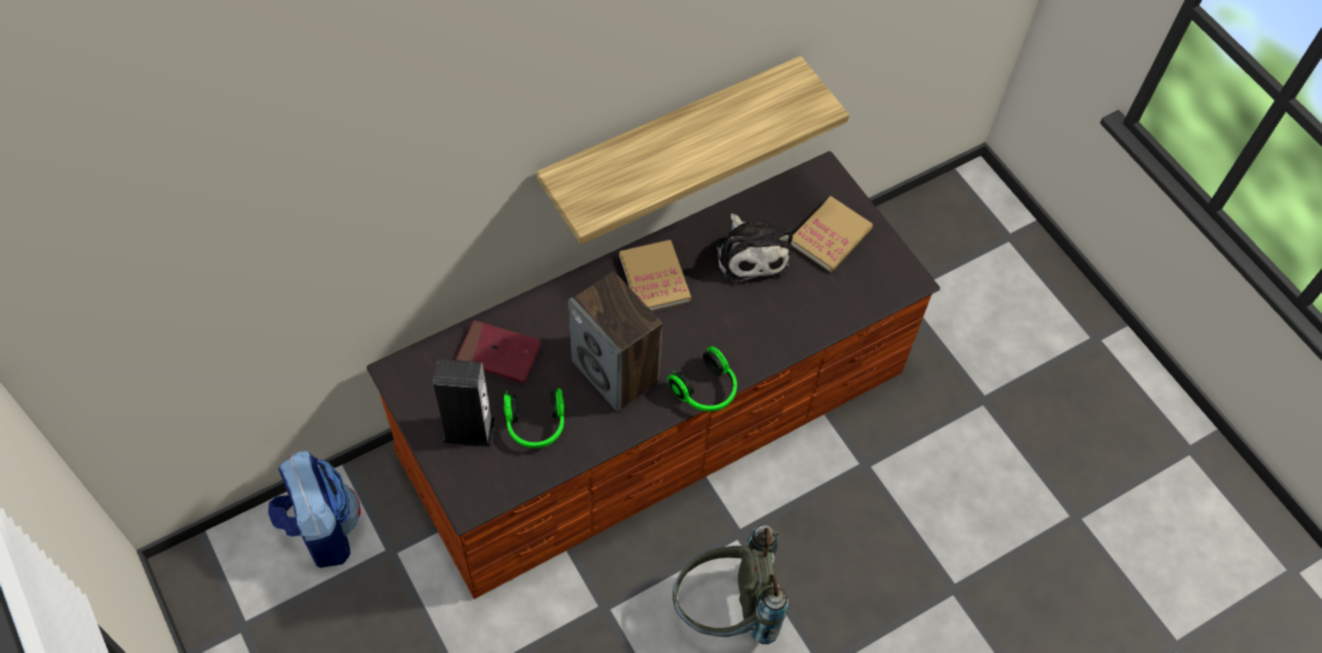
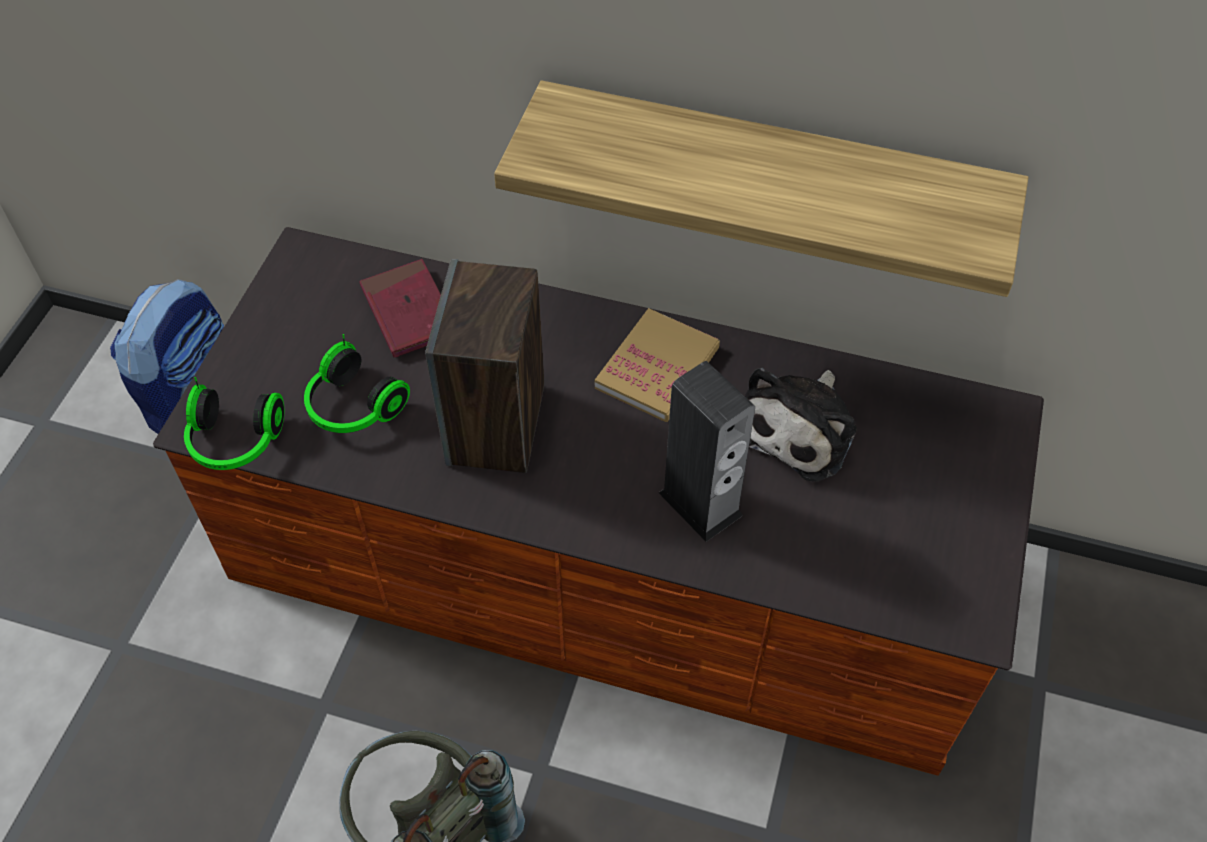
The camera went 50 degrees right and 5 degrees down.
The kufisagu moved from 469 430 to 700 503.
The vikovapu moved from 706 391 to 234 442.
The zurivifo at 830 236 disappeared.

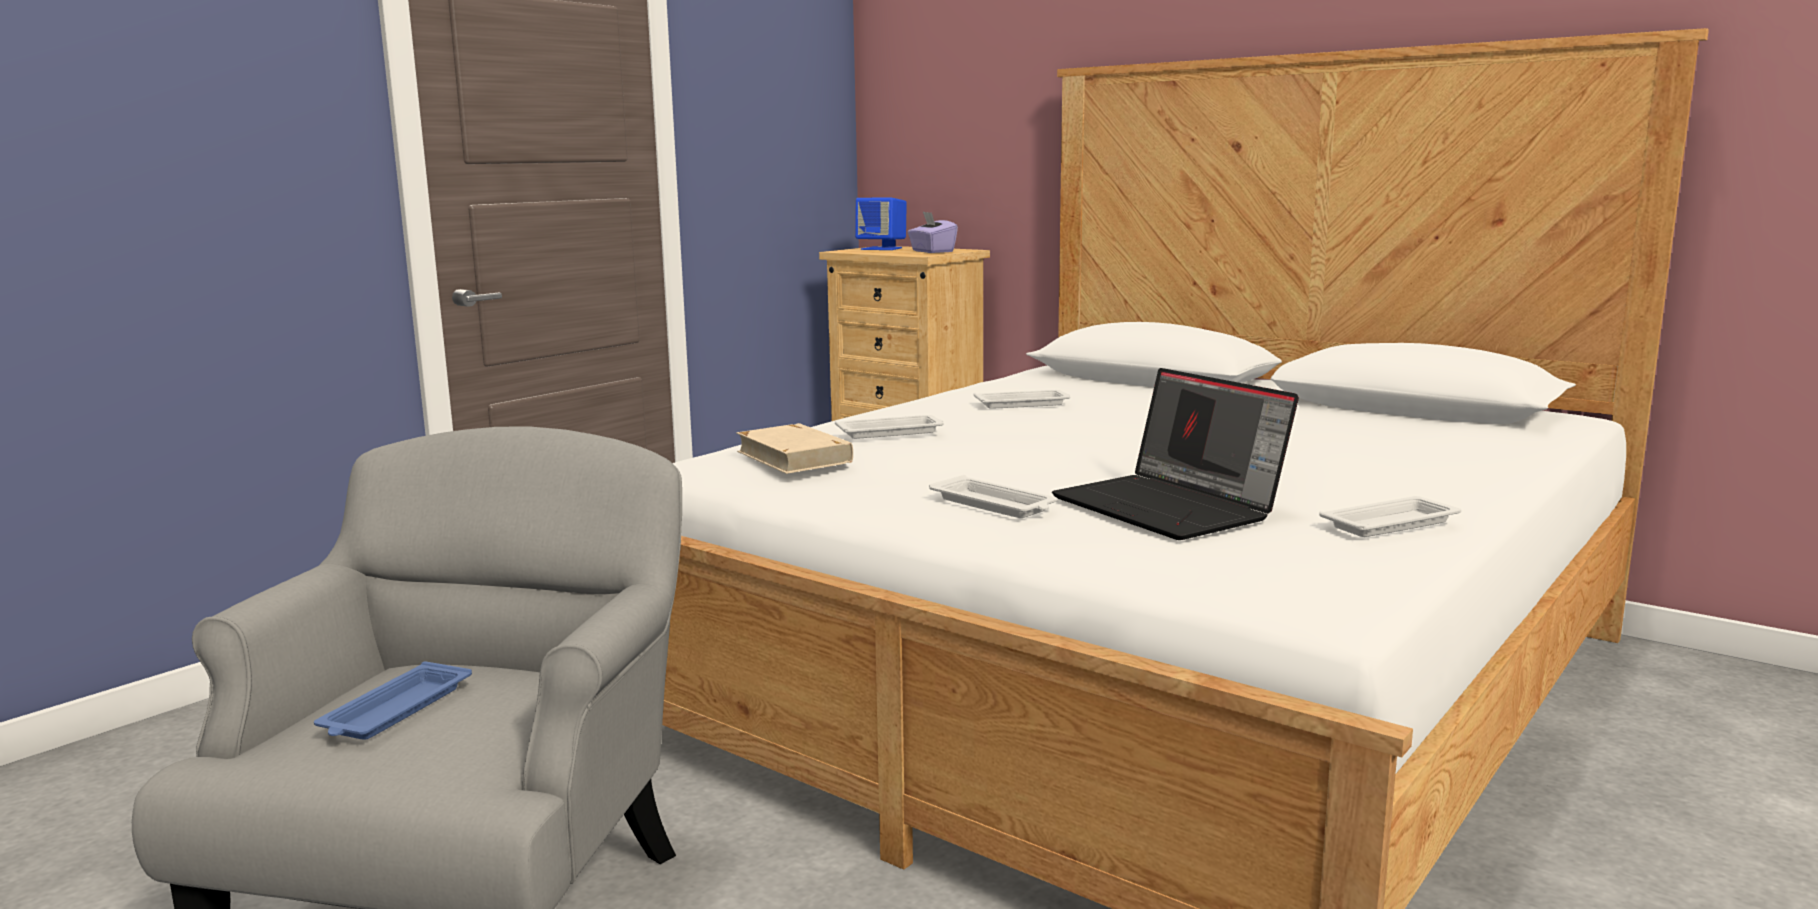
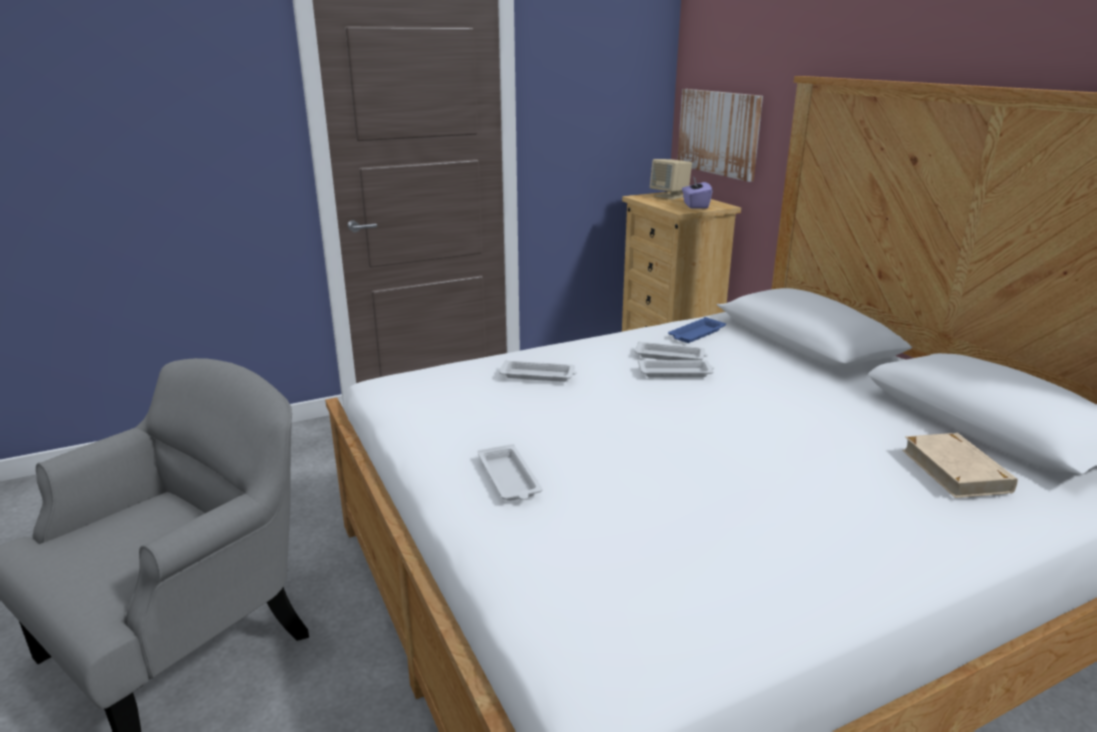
The camera went 25 degrees right and 10 degrees up.
The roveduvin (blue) moved from 395 711 to 696 334.
The zurivifo (beige) moved from 794 457 to 955 470.
The kufisagu (blue) at 882 248 became the kufisagu (beige) at 670 196.
The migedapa at 1172 507 disappeared.
The roveduvin (white) moved from 1392 524 to 676 372.
The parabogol at 719 133 appeared.

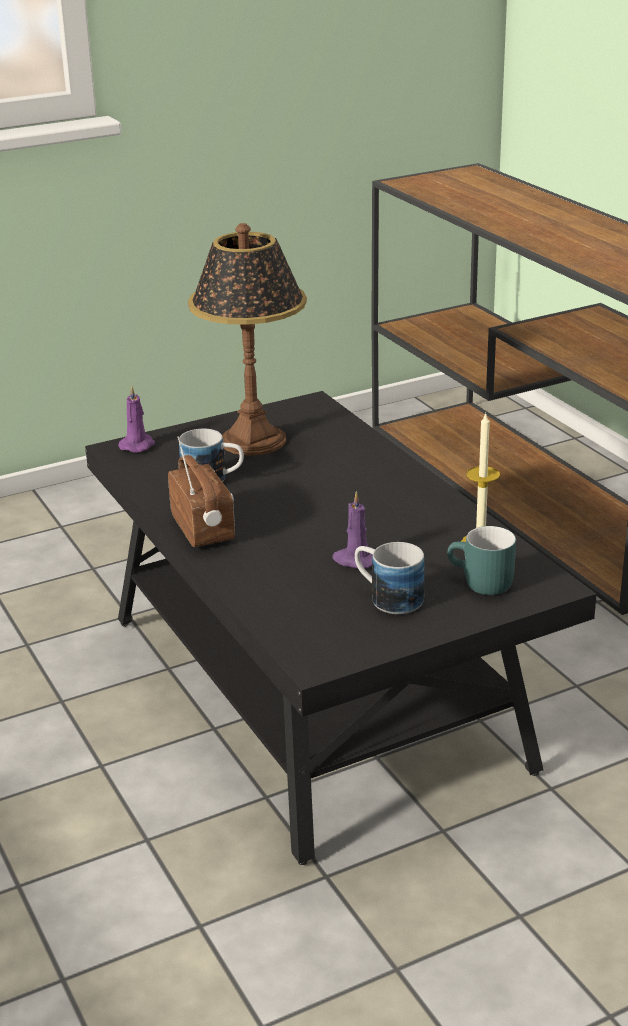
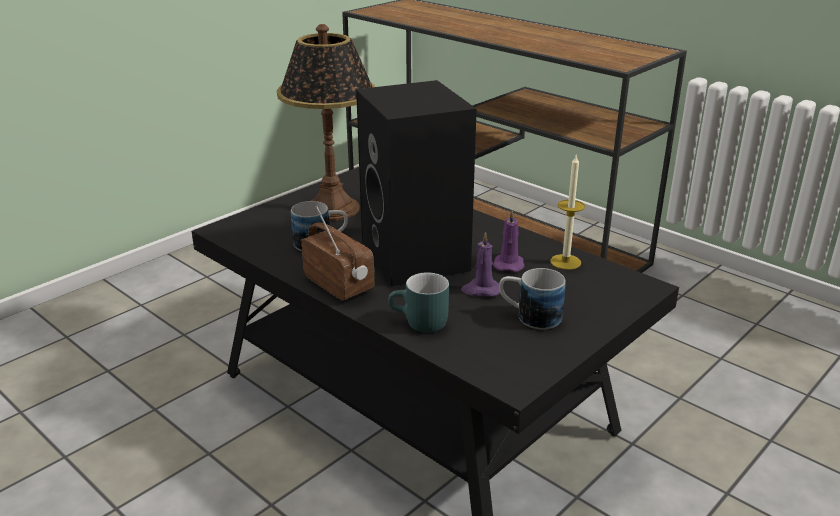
The camera went 20 degrees left and 0 degrees up.
The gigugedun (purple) moved from 138 445 to 508 264.
The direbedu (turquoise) moved from 480 584 to 419 324.
The kufisagu (black) at 418 258 appeared.

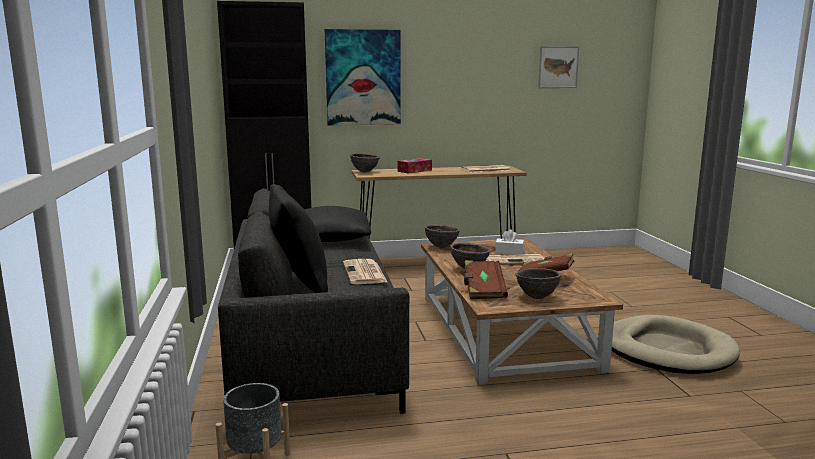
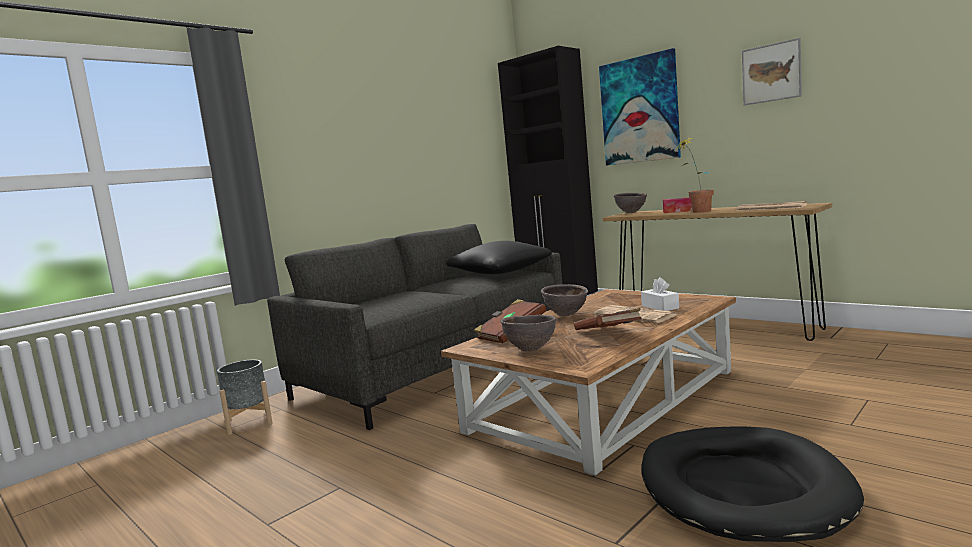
The camera went 55 degrees right and 5 degrees down.
The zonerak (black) at 299 285 disappeared.
The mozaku at 365 273 disappeared.
The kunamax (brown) at 441 247 disappeared.
The parabogol moved from 558 67 to 771 72.
The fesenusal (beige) at 666 350 became the fesenusal (black) at 742 488.
The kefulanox at 697 212 appeared.

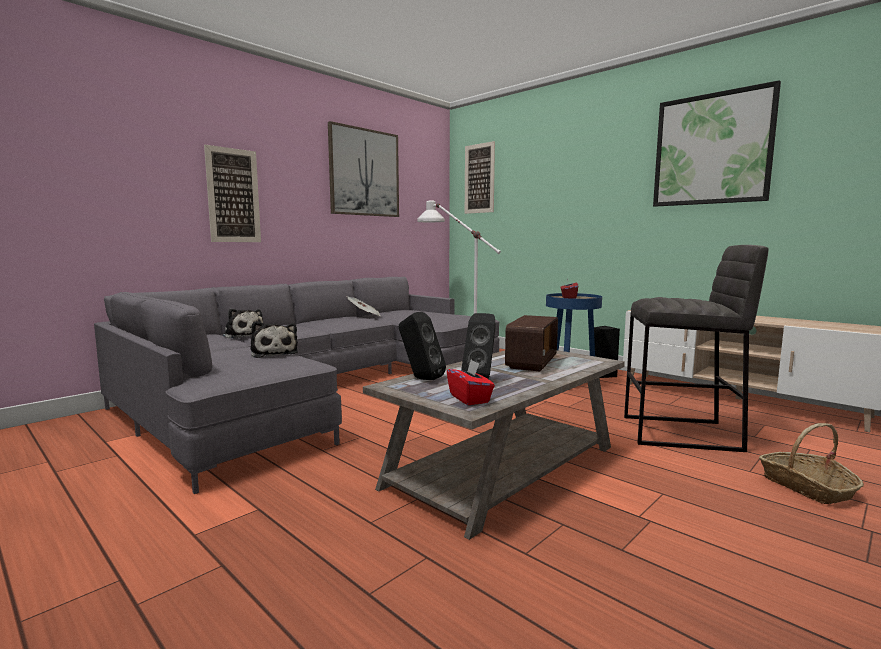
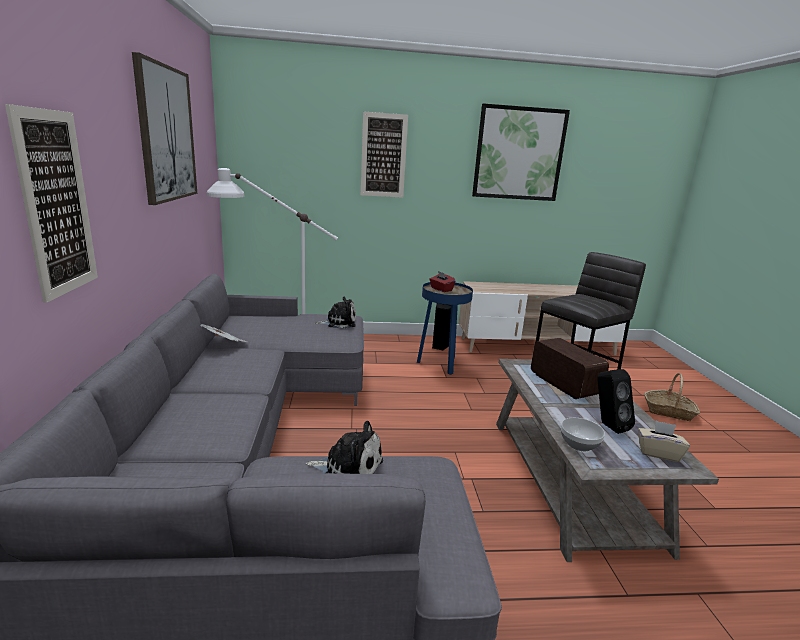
The camera went 50 degrees left and 10 degrees up.
The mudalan moved from 242 335 to 339 322.
The kufisagu (black) at 420 379 was replaced by the kunamax at 578 444.
The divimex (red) at 470 398 became the divimex (beige) at 658 453.
The parabogol moved from 479 178 to 383 155.

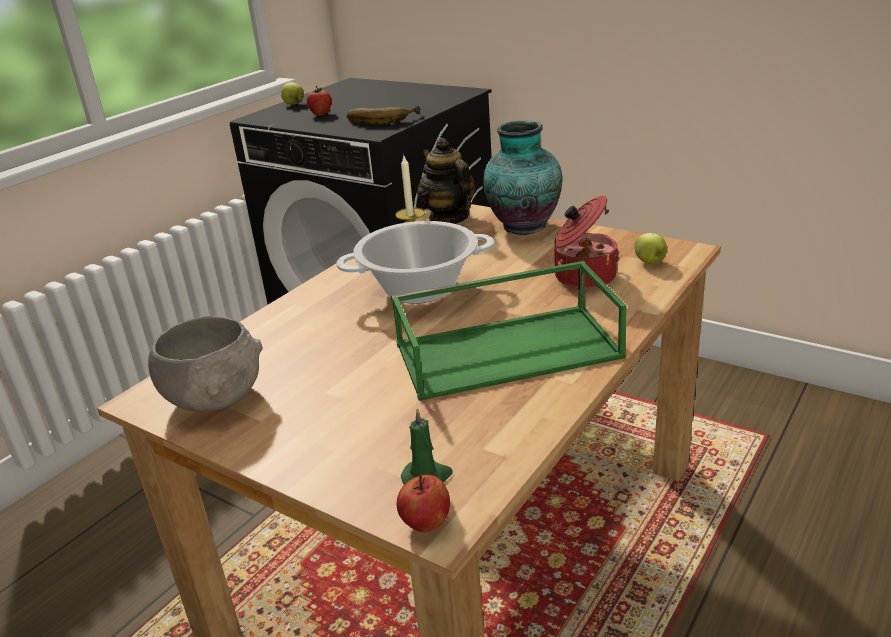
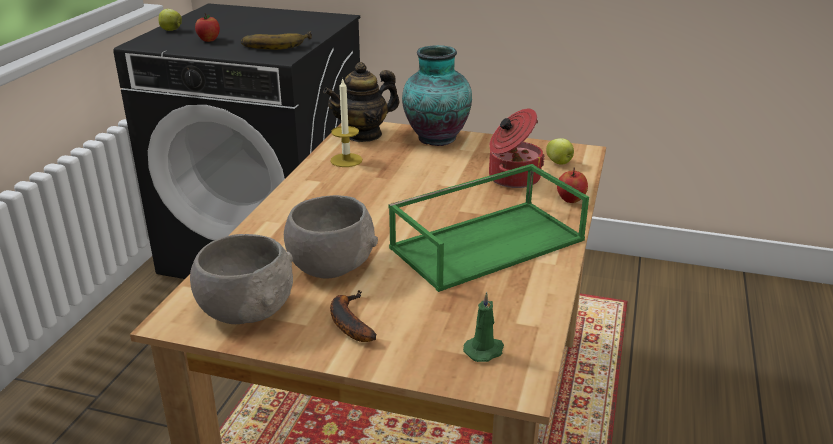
The camera went 20 degrees left and 0 degrees up.
The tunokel at 420 289 disappeared.
The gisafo moved from 425 523 to 570 200.
The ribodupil at 448 218 turned 75 degrees counterclockwise.
The kunamax (grey) at 331 265 appeared.
The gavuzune at 348 321 appeared.

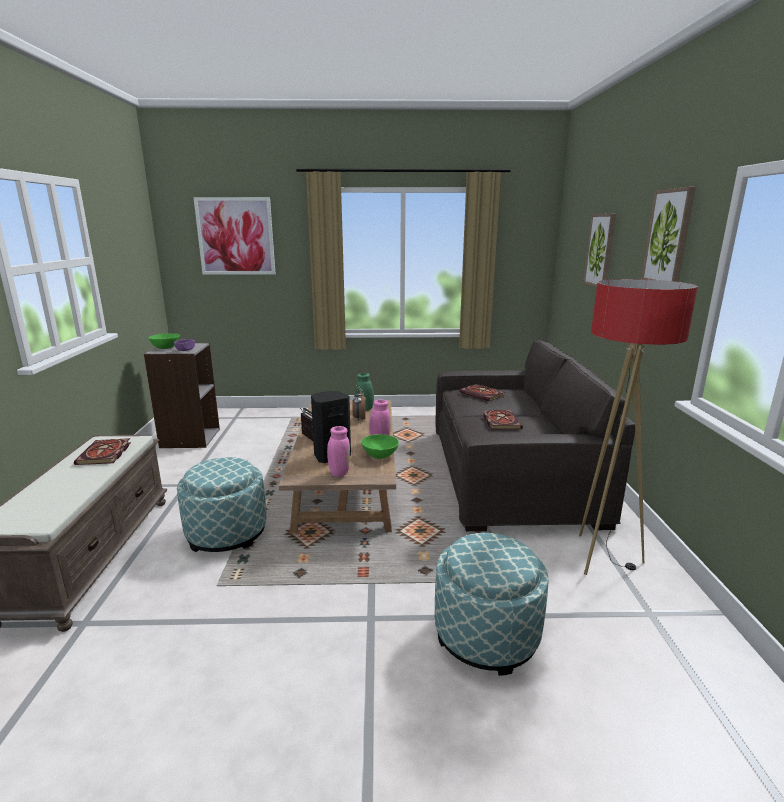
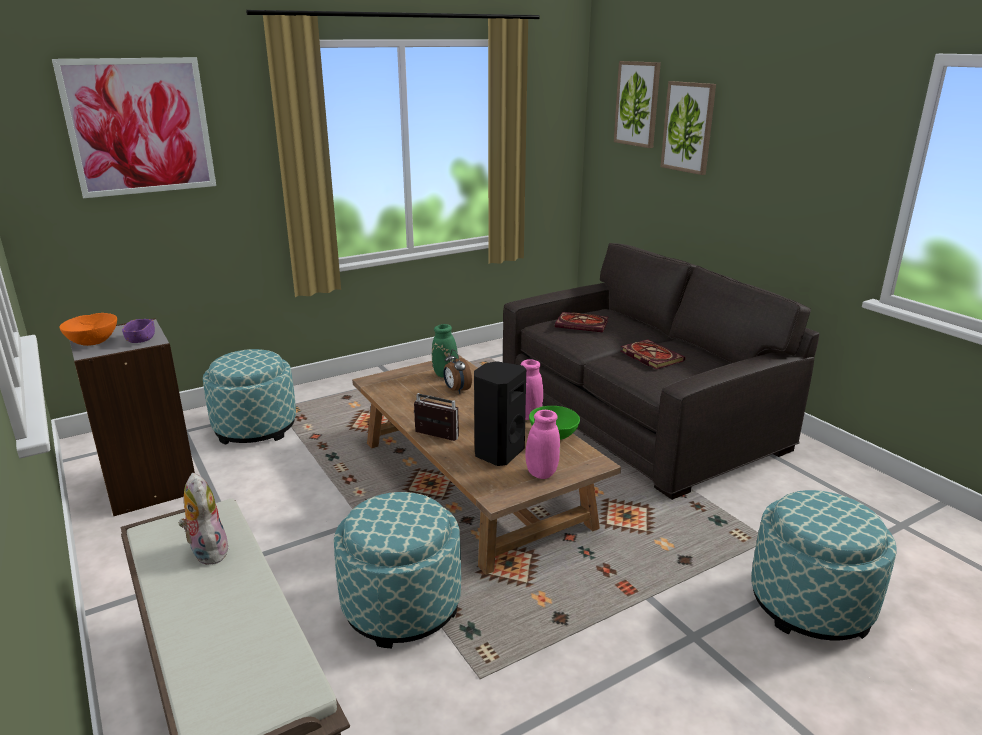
The camera went 30 degrees left and 5 degrees up.
The zurivifo at 105 454 was replaced by the mudalan at 206 551.
The kunamax (green) at 165 347 became the kunamax (orange) at 93 341.
The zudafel at 603 557 disappeared.
The parabogol moved from 668 237 to 637 104.
The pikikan at 255 427 appeared.

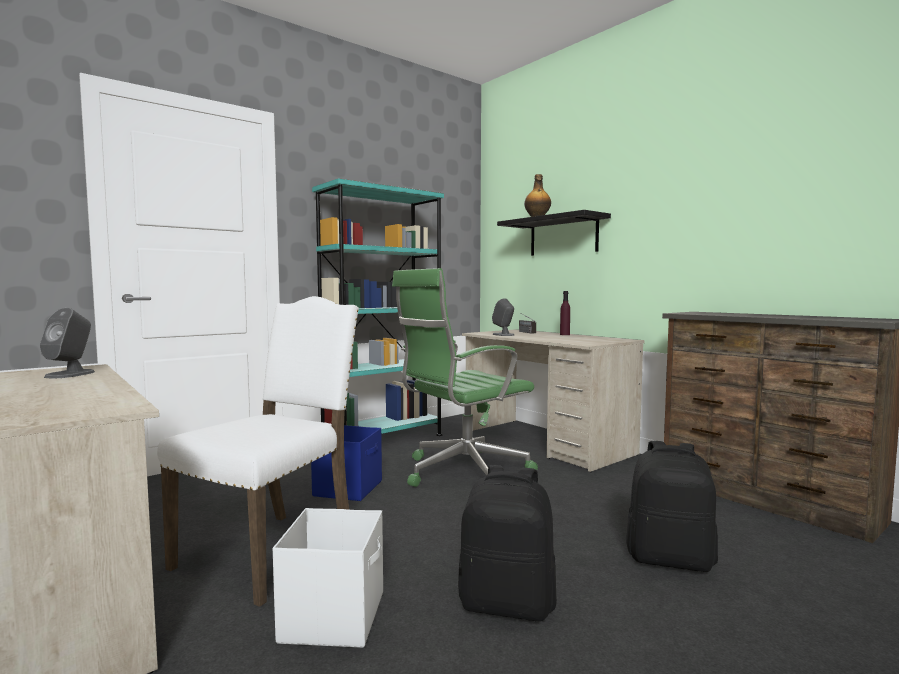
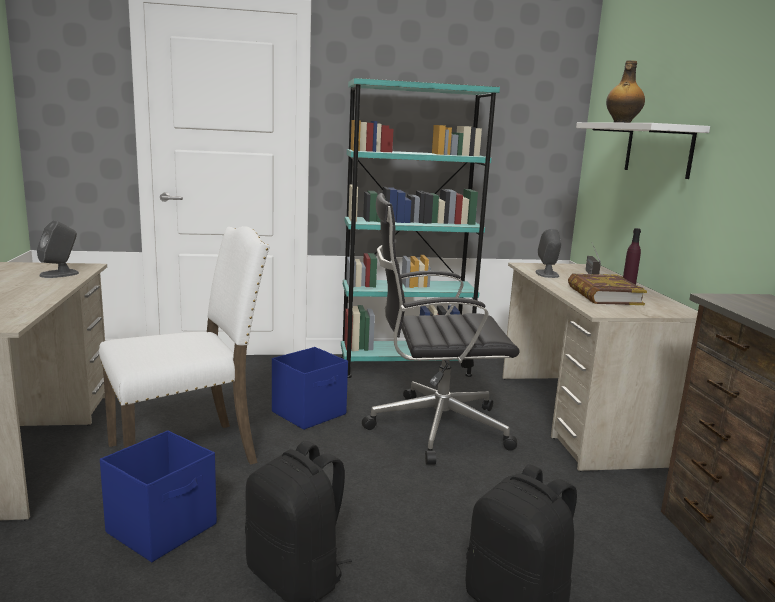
The camera went 30 degrees right and 10 degrees up.
The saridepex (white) at 334 616 became the saridepex (blue) at 163 528.
The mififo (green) at 462 472 became the mififo (black) at 434 428.
The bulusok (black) at 563 236 became the bulusok (white) at 658 149.
The zurivifo at 603 295 appeared.

